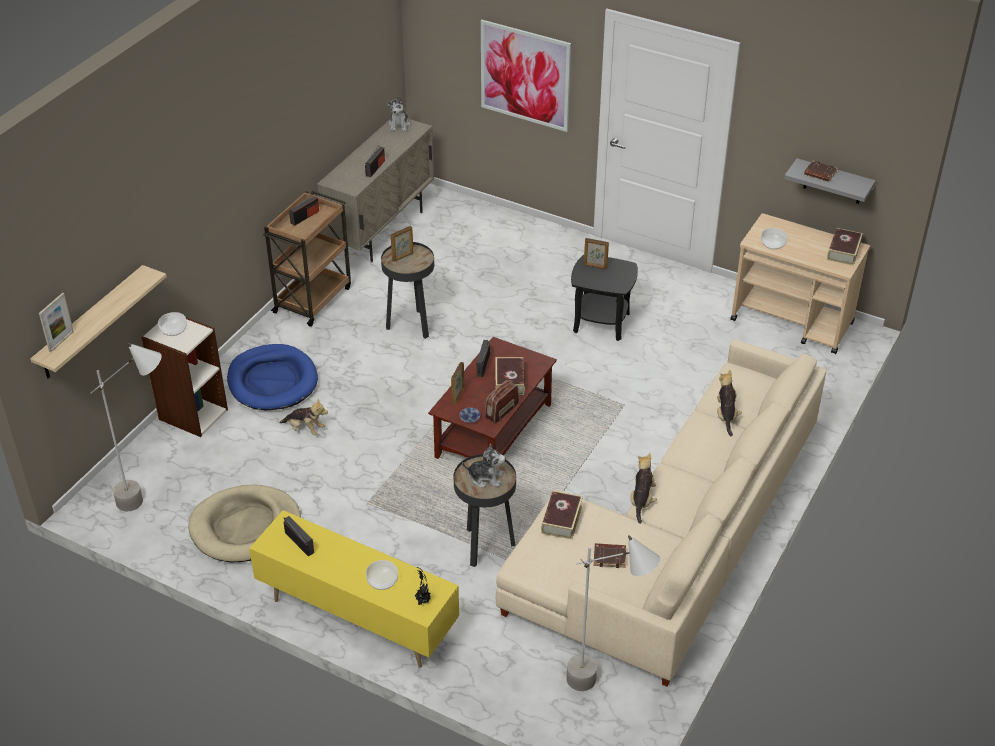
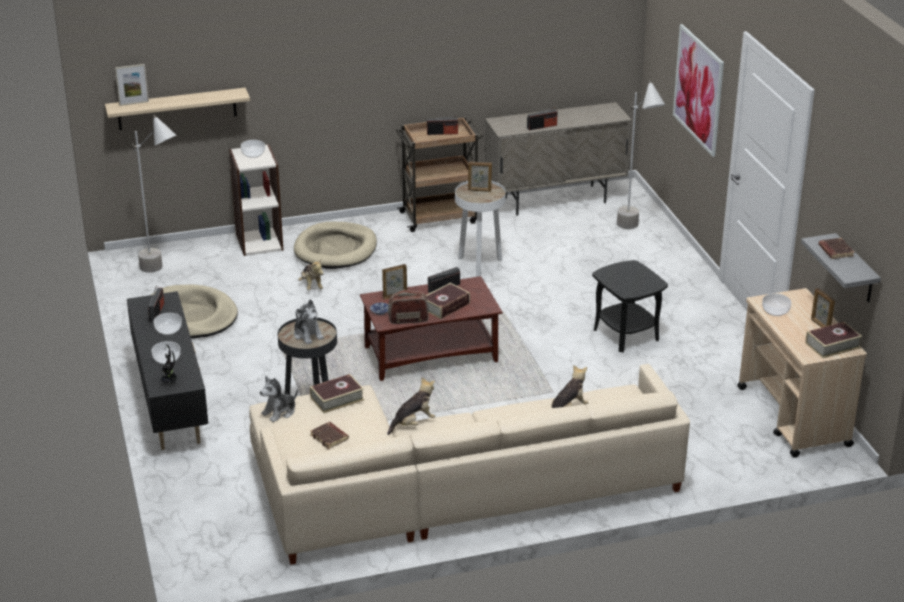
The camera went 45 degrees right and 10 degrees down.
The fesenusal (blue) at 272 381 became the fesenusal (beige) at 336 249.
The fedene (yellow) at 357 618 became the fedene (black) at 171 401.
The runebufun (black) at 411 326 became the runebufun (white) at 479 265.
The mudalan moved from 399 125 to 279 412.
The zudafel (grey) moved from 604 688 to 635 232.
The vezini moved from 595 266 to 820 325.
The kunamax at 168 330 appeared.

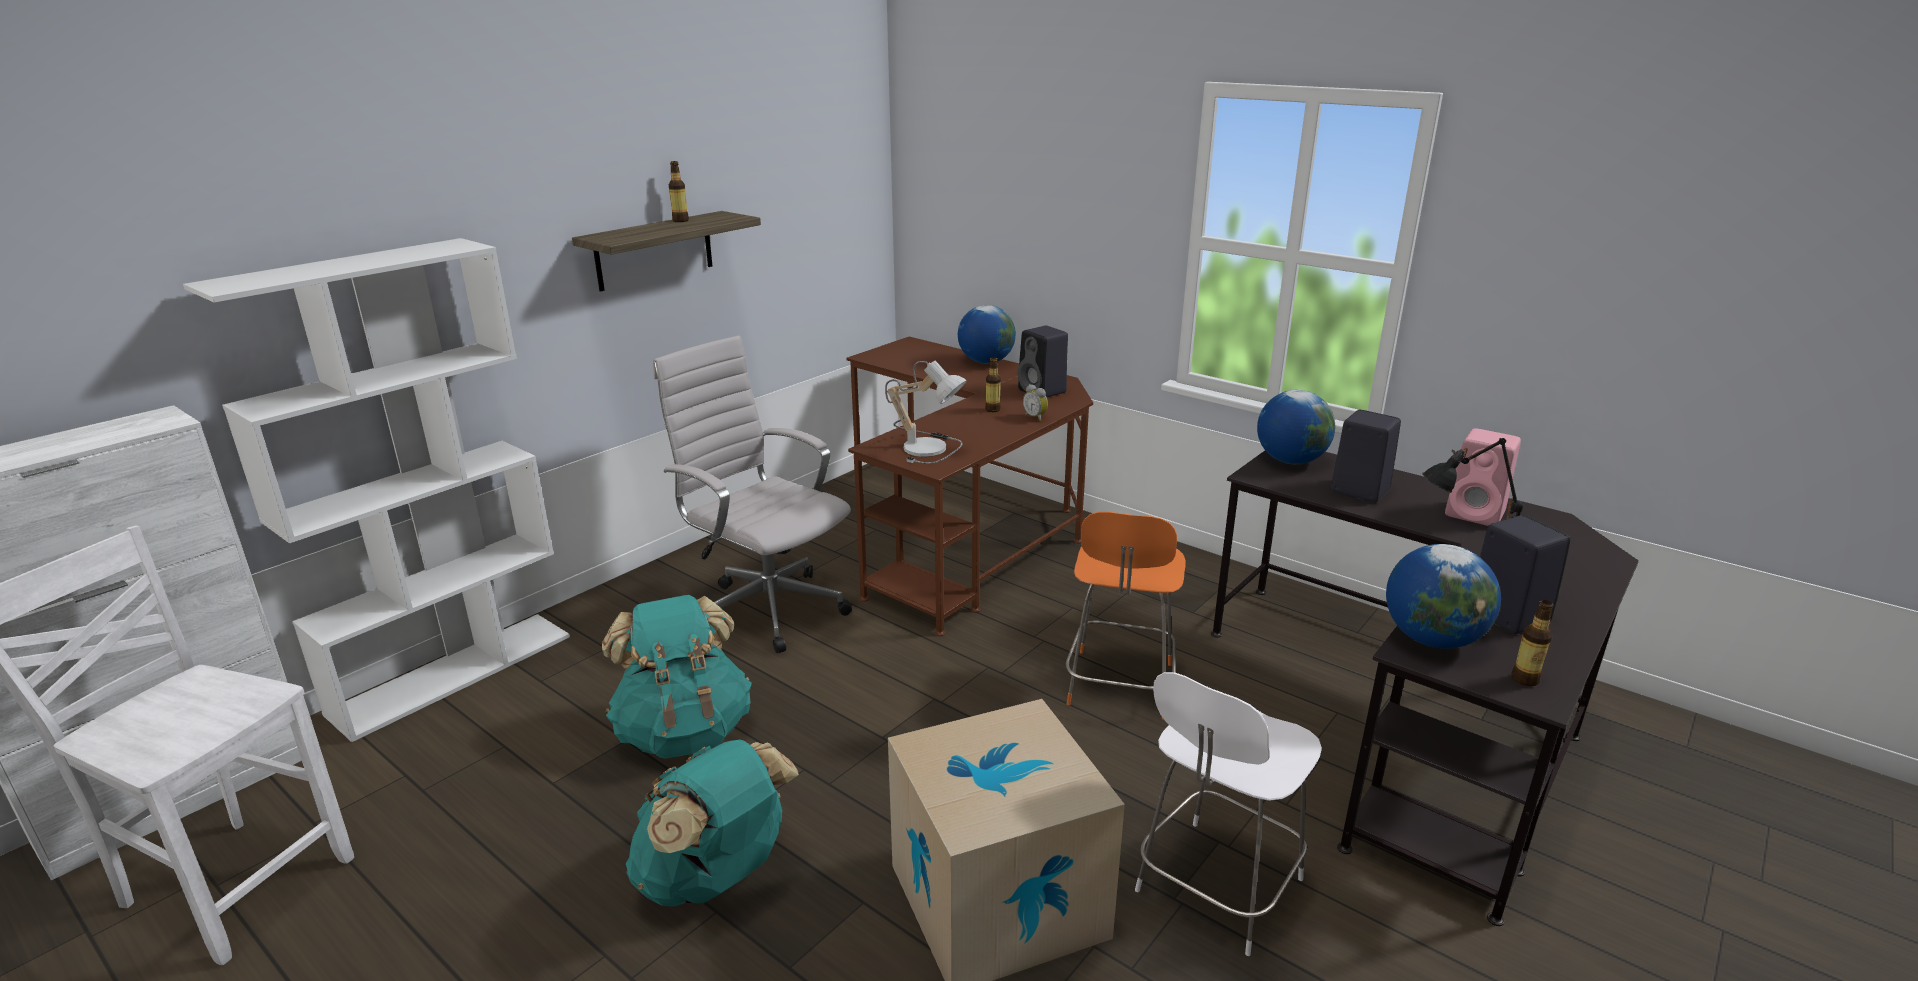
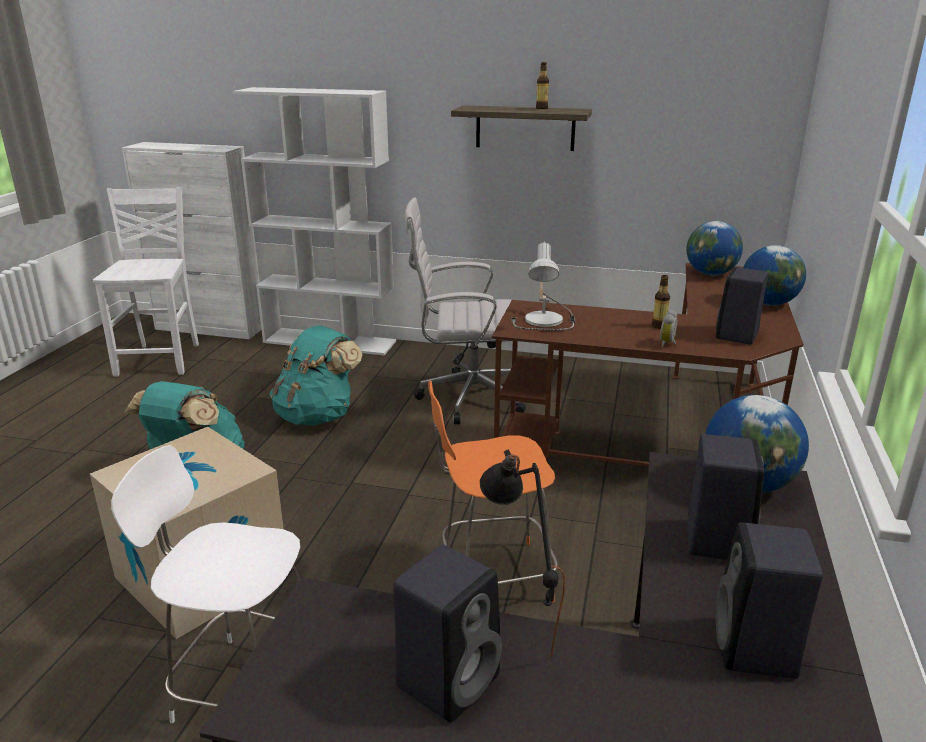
The camera went 65 degrees right and 0 degrees up.
The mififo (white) at 767 608 turned 105 degrees counterclockwise.
The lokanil moved from 1432 639 to 710 274.
The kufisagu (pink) at 1477 514 became the kufisagu (black) at 756 650.
The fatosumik at 1525 679 disappeared.

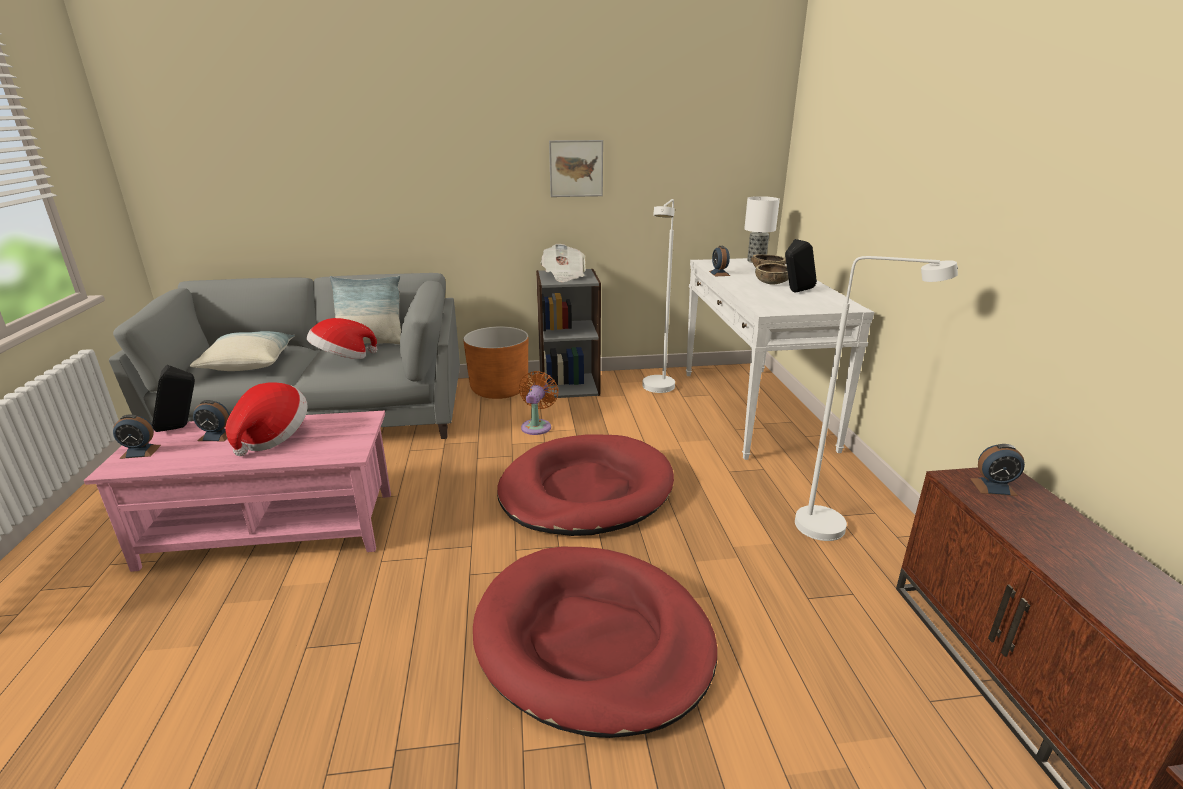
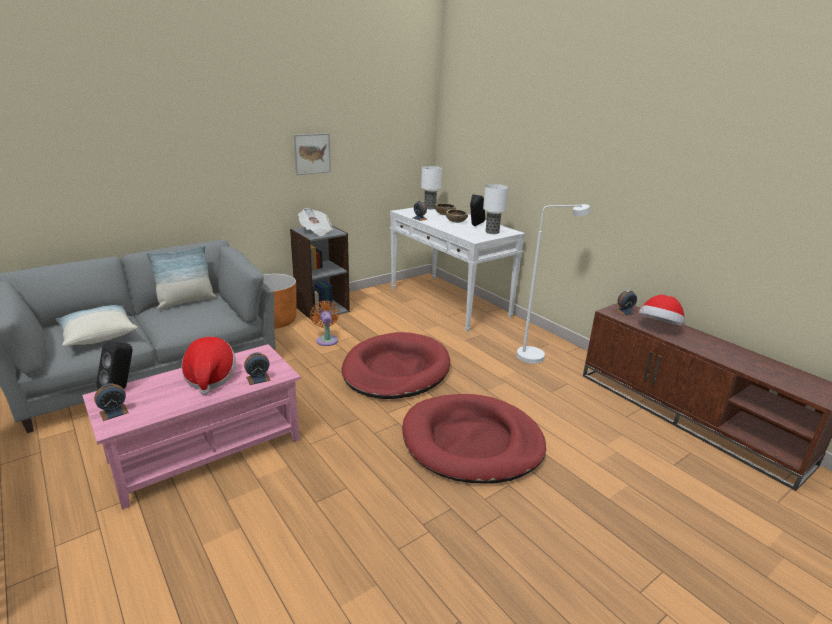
The camera went 30 degrees left and 0 degrees up.
The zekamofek moved from 217 436 to 258 378.
The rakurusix moved from 343 358 to 659 327.
The zudafel (white) at 658 390 disappeared.
The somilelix at 492 232 appeared.

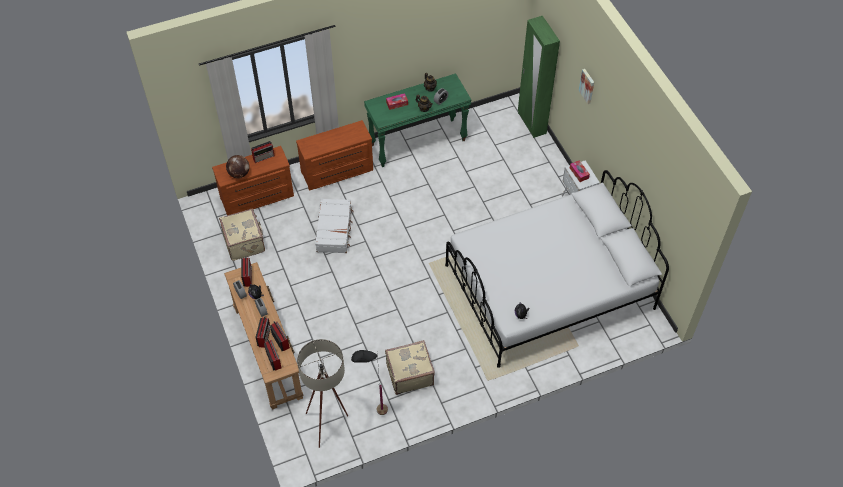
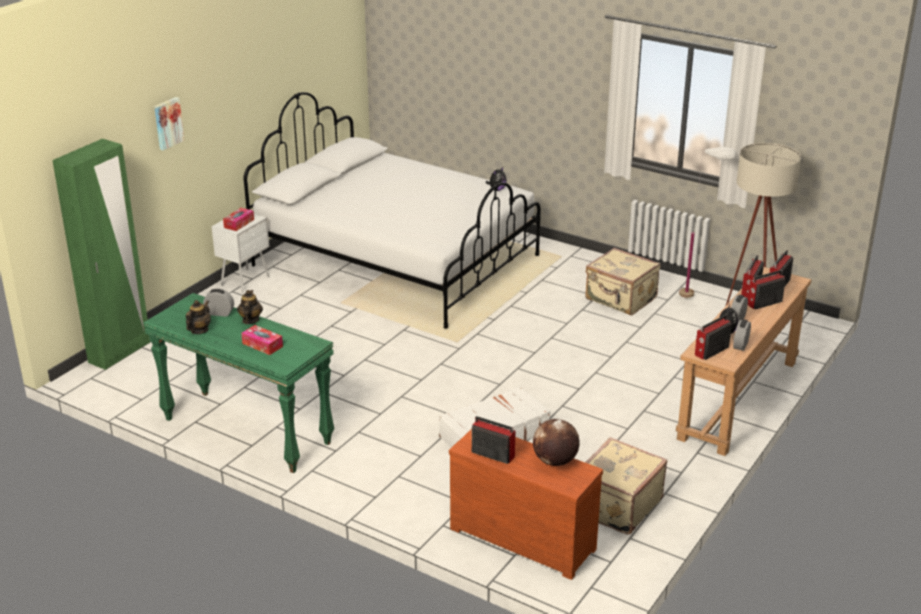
The camera went 125 degrees left and 25 degrees down.
The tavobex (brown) at 337 172 disappeared.
The zudafel (black) at 373 414 became the zudafel (white) at 698 301.

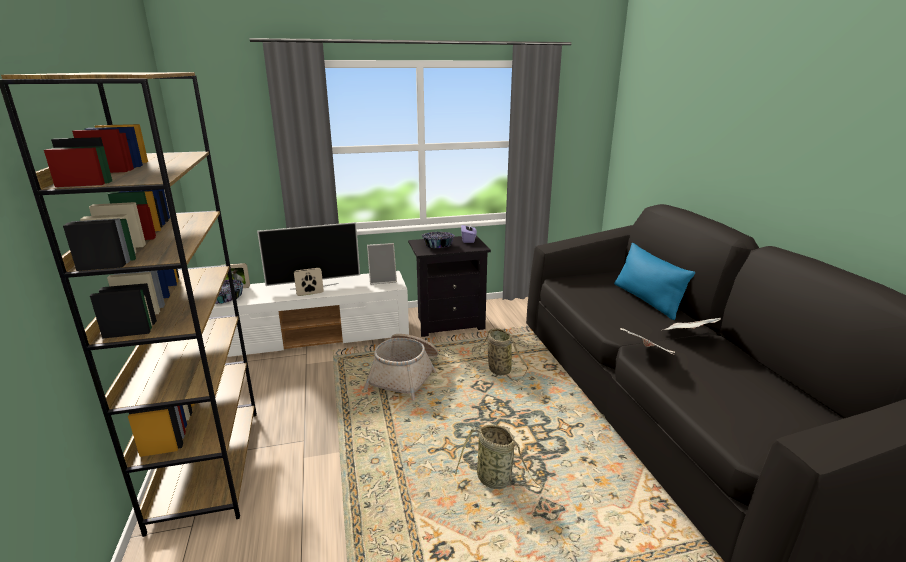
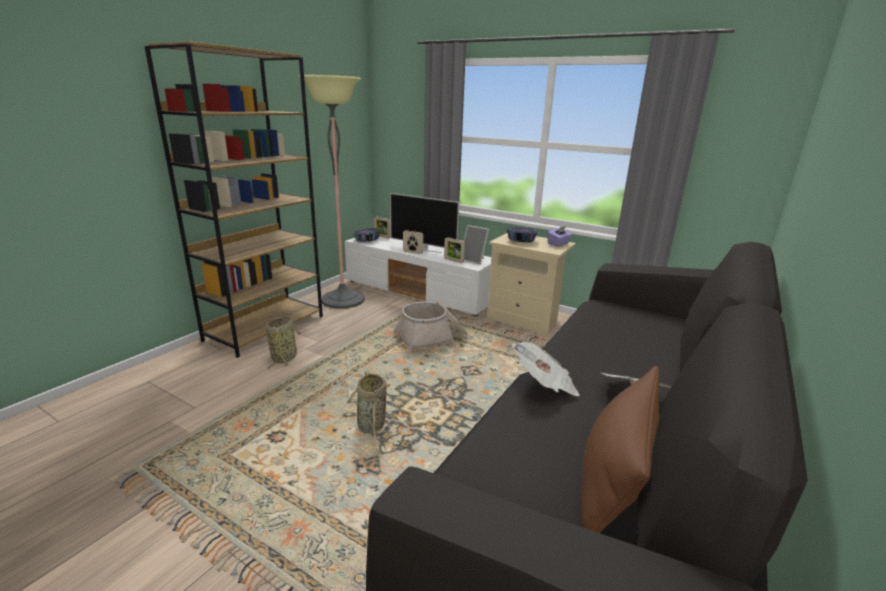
The camera went 45 degrees right and 0 degrees up.
The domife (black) at 449 323 became the domife (beige) at 525 321.
The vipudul moved from 498 369 to 285 357.
The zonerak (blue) at 647 300 disappeared.
The zudafel at 343 300 appeared.
The vezini at 453 261 appeared.
The zonerak (brown) at 614 480 appeared.

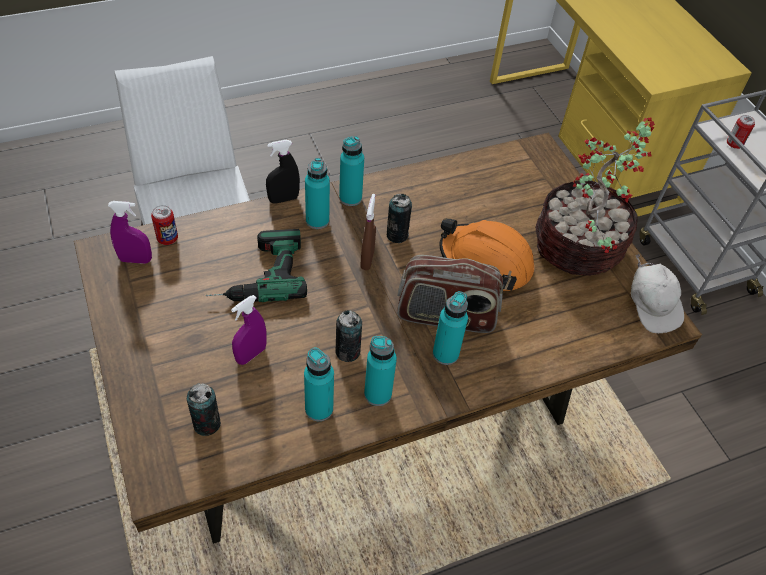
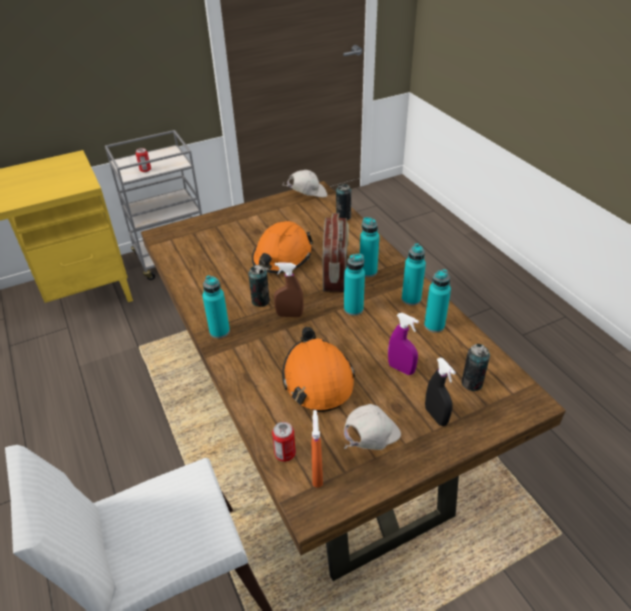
The camera went 90 degrees left and 10 degrees down.
The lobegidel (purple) at 135 260 became the lobegidel (orange) at 317 474.
The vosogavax at 256 274 was replaced by the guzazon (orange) at 317 379.
The lobegidel (black) moved from 283 199 to 436 416.
The fatosumik (turquoise) moved from 317 220 to 353 309.
The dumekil moved from 347 352 to 343 217.
The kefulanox at 578 249 disappeared.
The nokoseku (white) at 369 438 appeared.

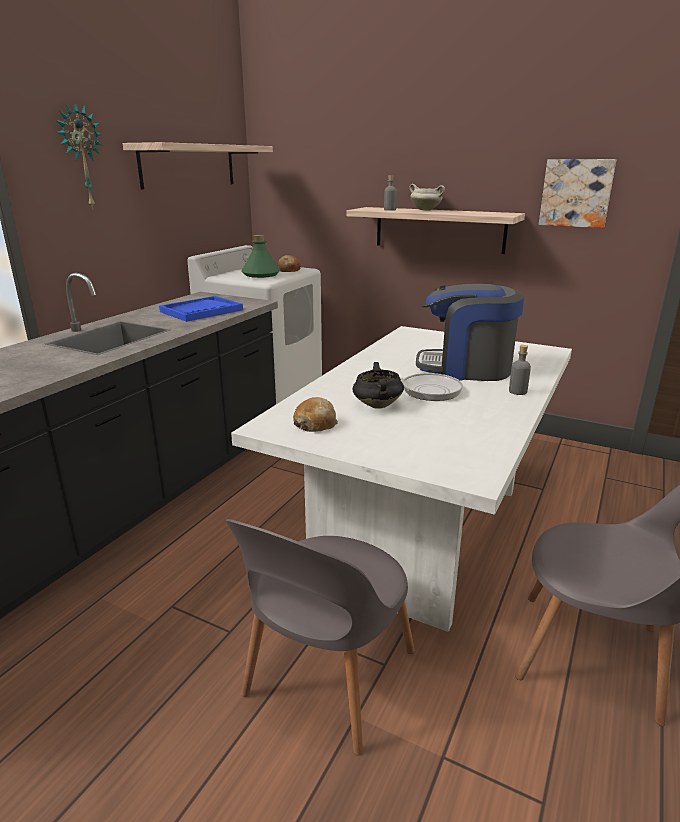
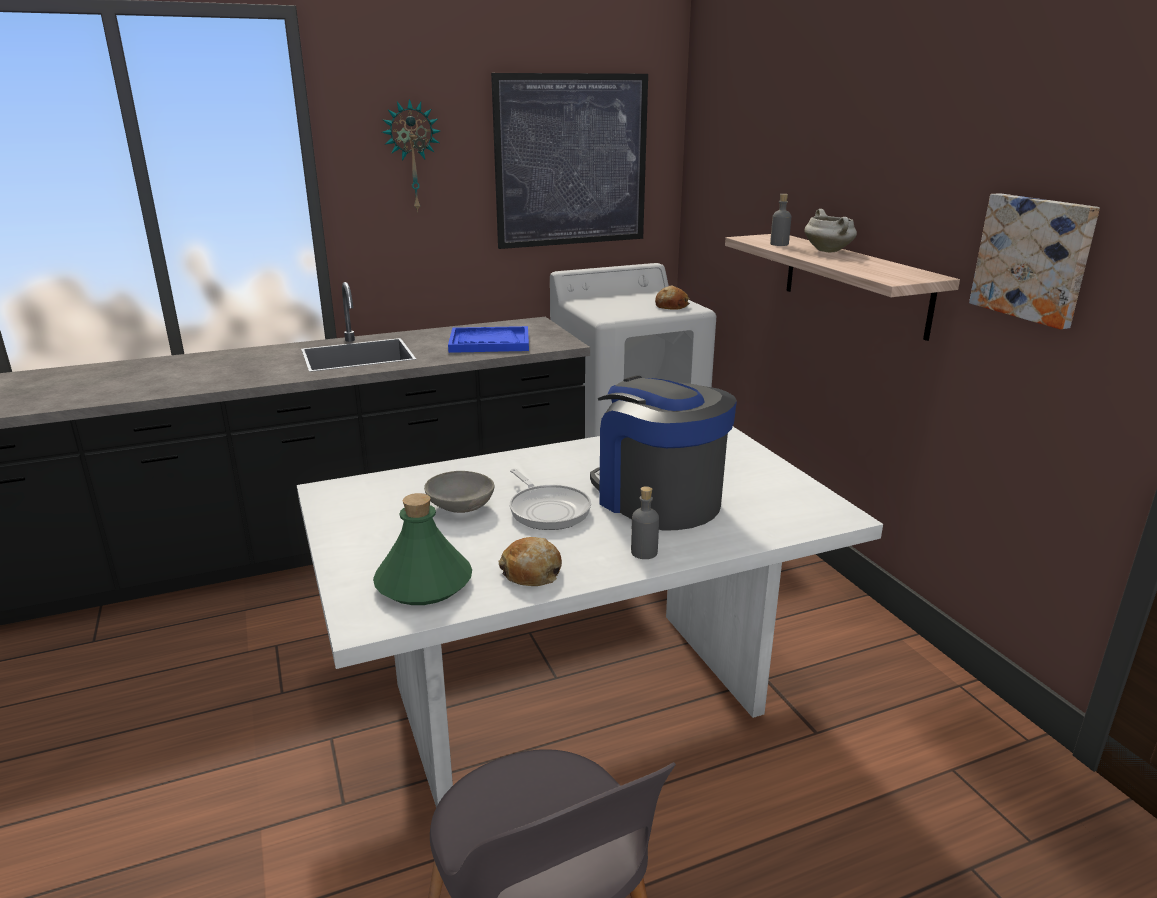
The camera went 40 degrees right and 0 degrees up.
The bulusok at 188 166 was replaced by the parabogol at 571 161.
The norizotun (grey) at 327 678 disappeared.
The fatosumik (green) moved from 260 274 to 423 583.
The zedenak moved from 315 423 to 531 572.
The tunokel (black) at 376 405 was replaced by the kunamax (grey) at 461 507.

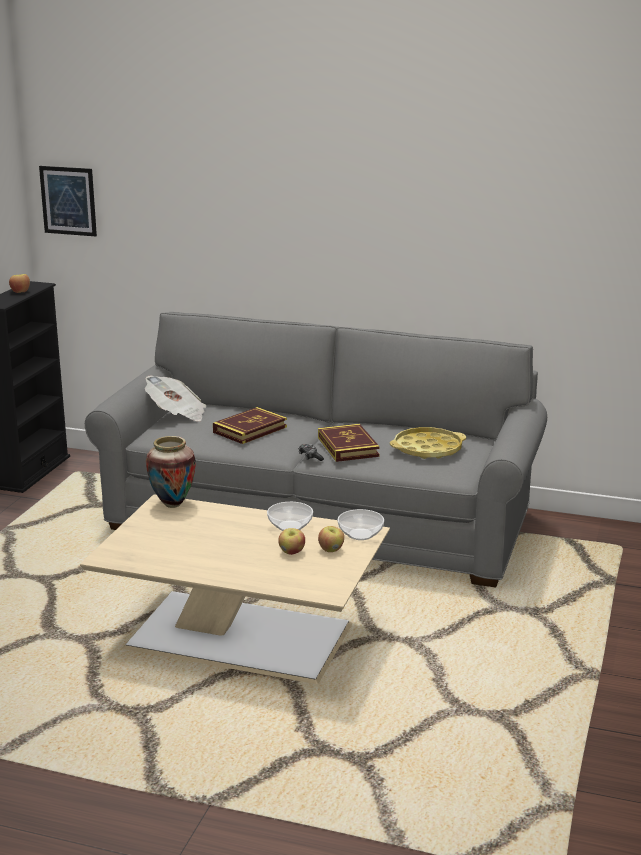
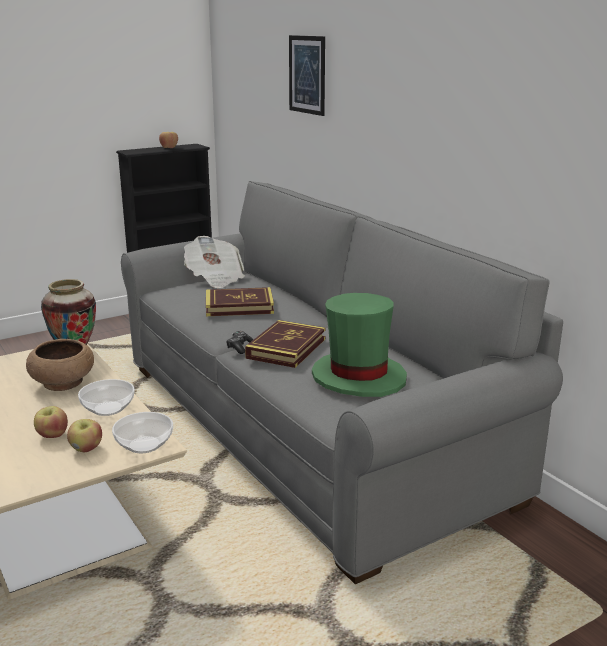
The camera went 40 degrees right and 0 degrees up.
The parabogol moved from 68 201 to 307 75.
The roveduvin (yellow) at 427 449 was replaced by the rakurusix (green) at 358 377.
The kunamax (brown) at 64 383 appeared.

